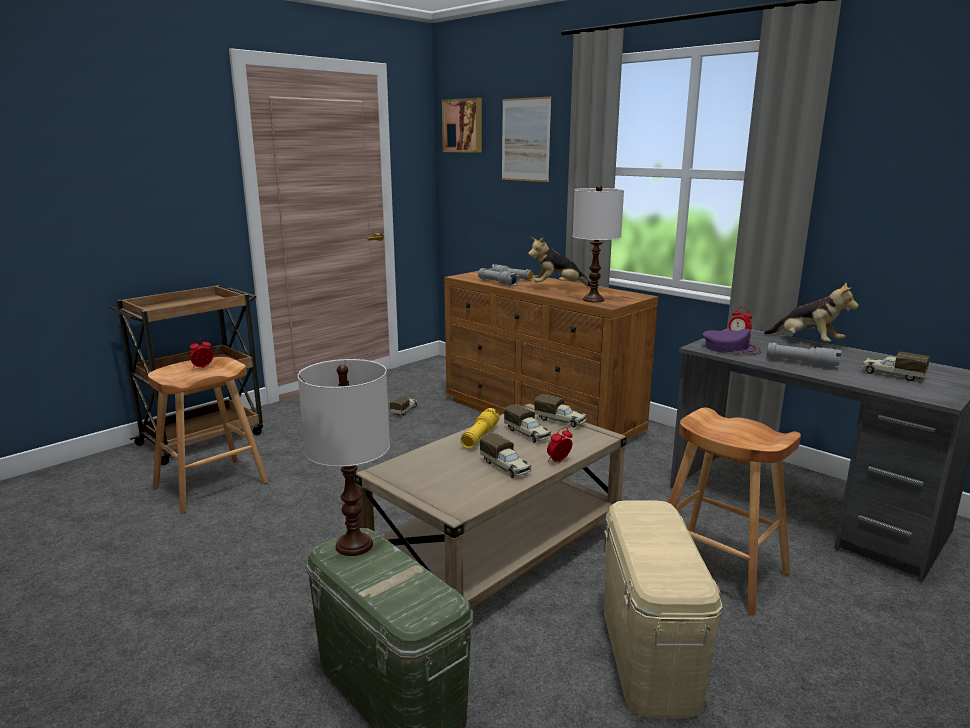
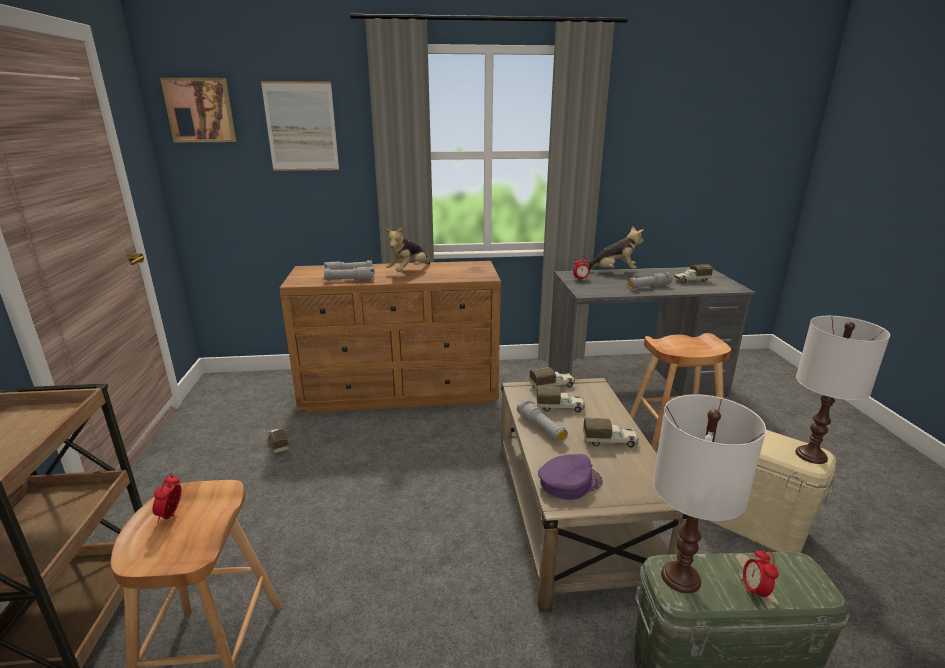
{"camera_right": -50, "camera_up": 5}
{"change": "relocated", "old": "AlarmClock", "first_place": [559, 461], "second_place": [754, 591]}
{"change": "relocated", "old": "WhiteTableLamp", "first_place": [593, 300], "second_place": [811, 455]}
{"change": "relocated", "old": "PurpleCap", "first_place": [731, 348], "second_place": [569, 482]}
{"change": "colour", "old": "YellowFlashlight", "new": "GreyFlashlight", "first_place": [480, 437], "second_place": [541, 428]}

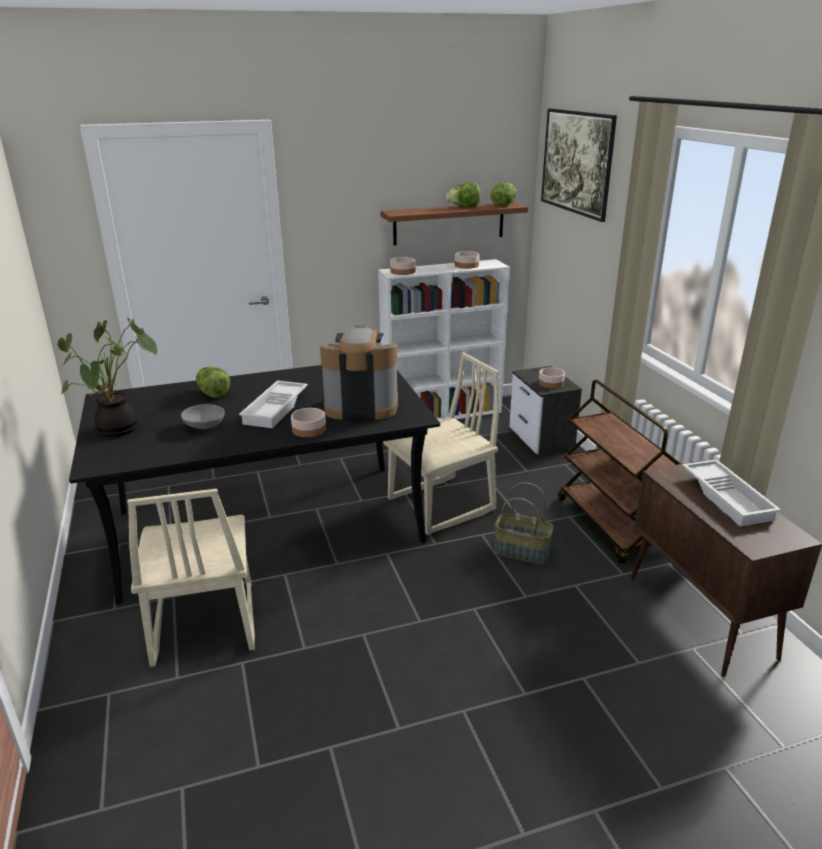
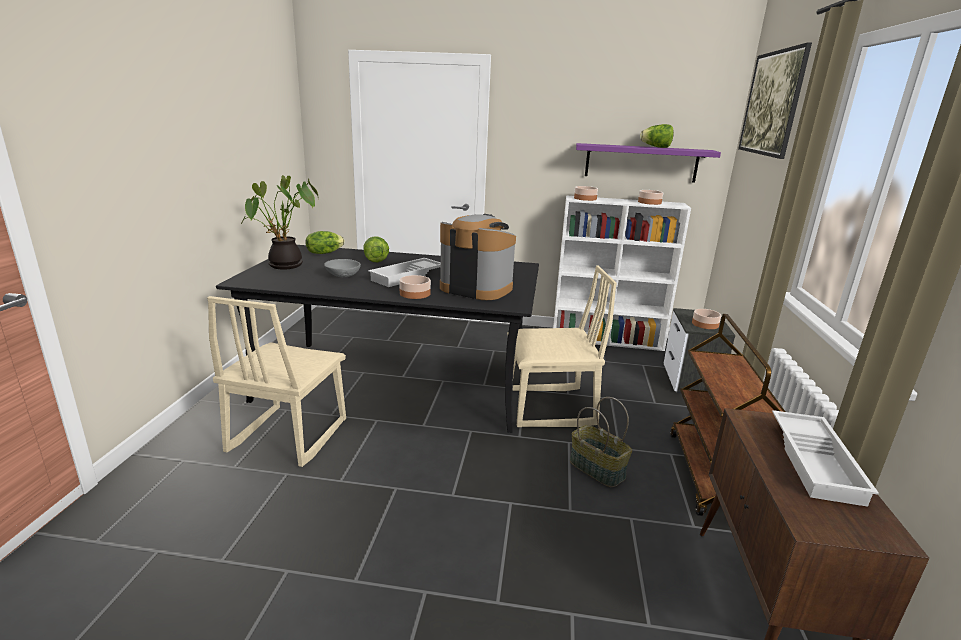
{"camera_right": 25, "camera_up": -5}
{"change": "relocated", "old": "Lettuce", "first_place": [503, 205], "second_place": [324, 253]}
{"change": "colour", "old": "BrownShelf", "new": "PurpleShelf", "first_place": [449, 223], "second_place": [641, 163]}

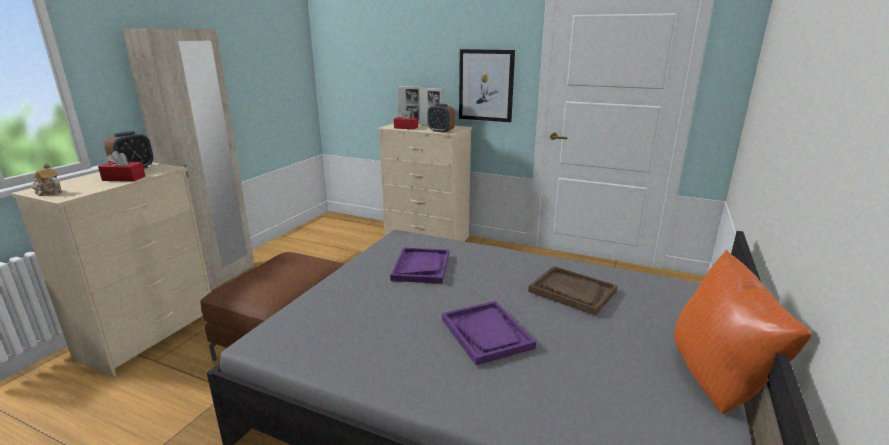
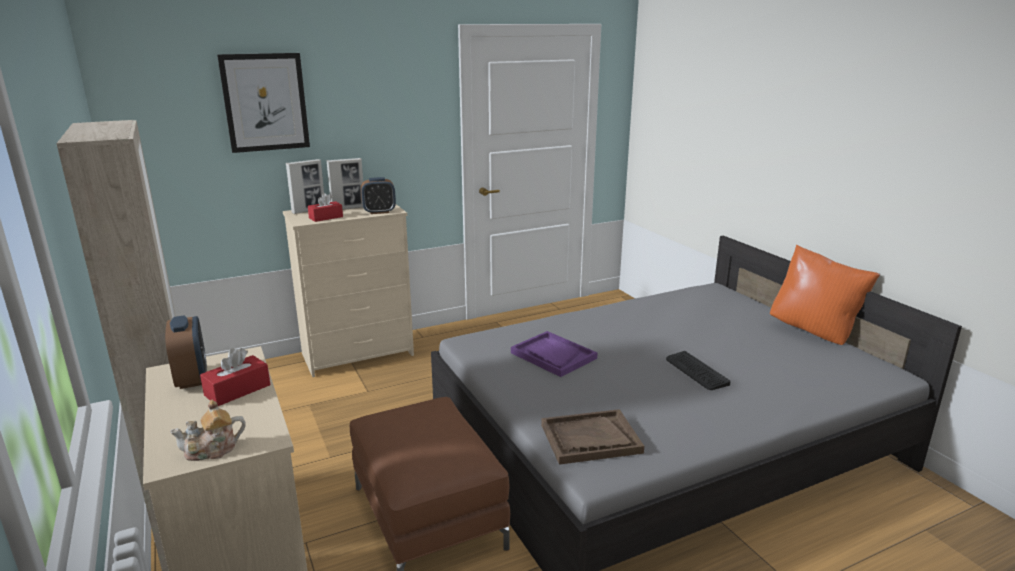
{"camera_right": -50, "camera_up": 0}
{"change": "relocated", "old": "Picture", "first_place": [486, 85], "second_place": [265, 102]}
{"change": "relocated", "old": "BrownTray", "first_place": [572, 291], "second_place": [590, 439]}
{"change": "exchanged", "old": "PurpleTray", "new": "Keyboard", "first_place": [486, 333], "second_place": [696, 371]}

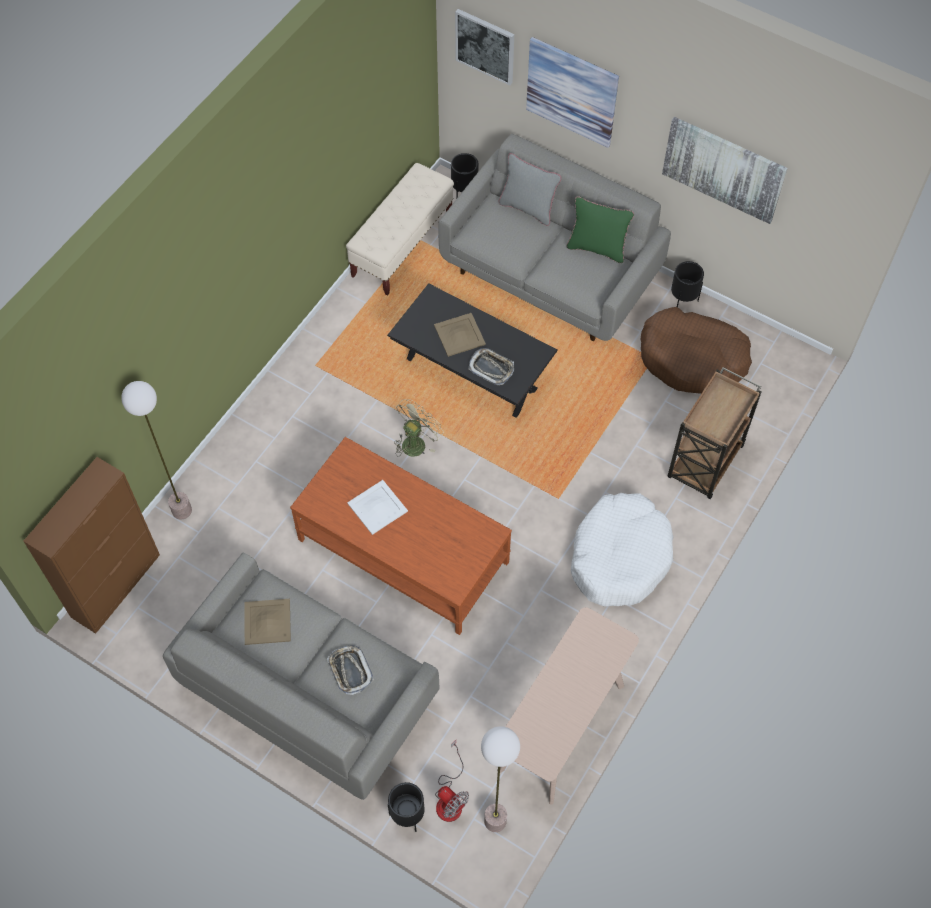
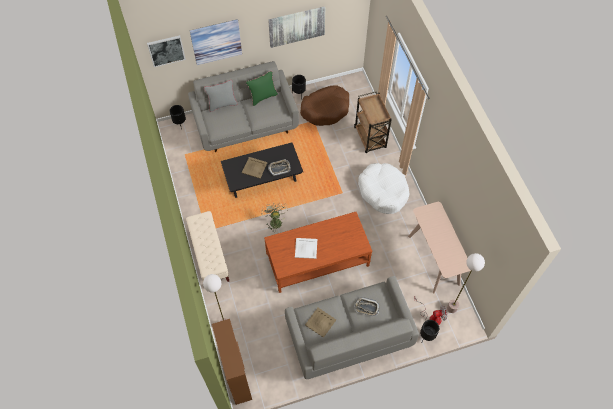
{"camera_right": -50, "camera_up": 0}
{"change": "relocated", "old": "BeigeBench", "first_place": [402, 245], "second_place": [209, 256]}

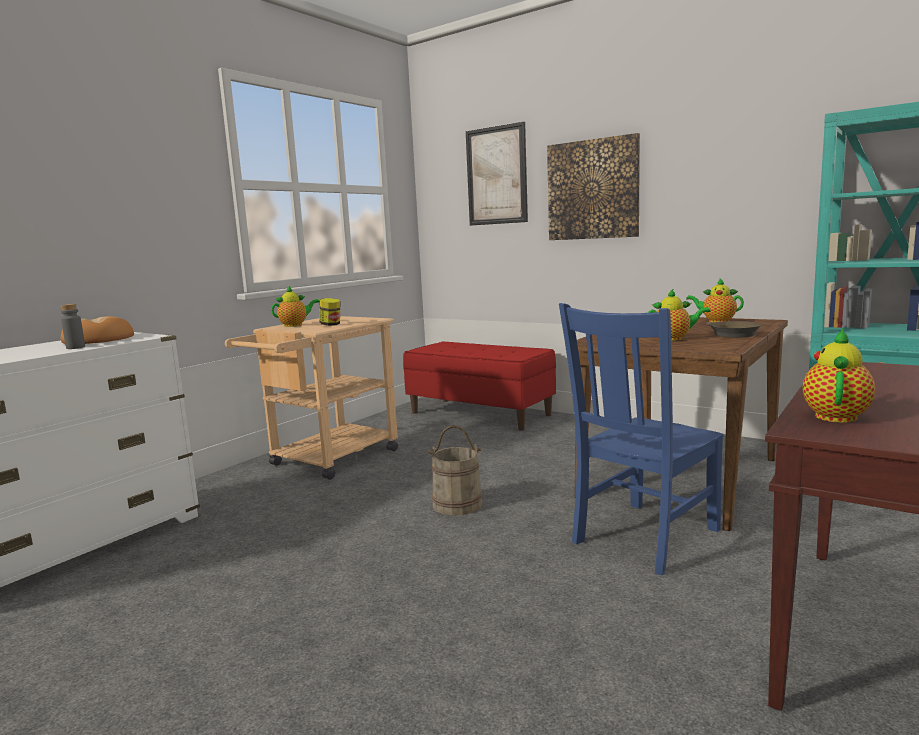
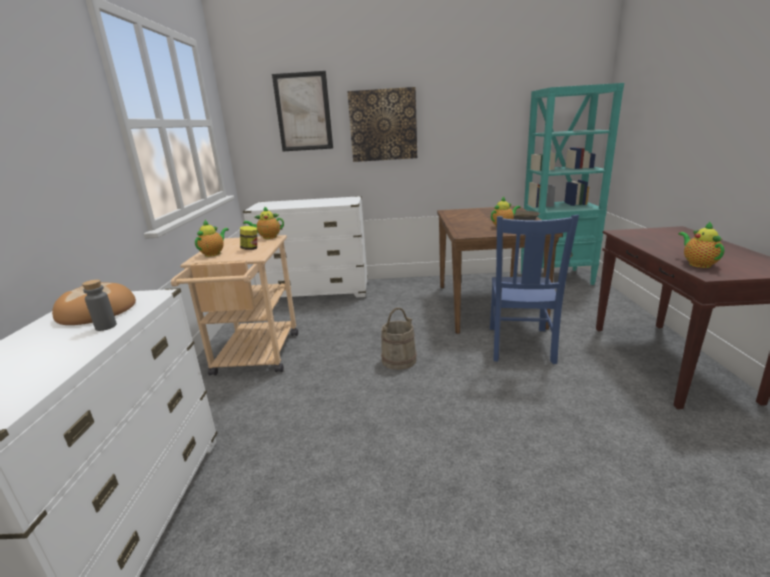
{"camera_right": -35, "camera_up": 10}
{"change": "relocated", "old": "Teapot", "first_place": [716, 321], "second_place": [268, 237]}
{"change": "exchanged", "old": "RedBench", "new": "WhiteDresser", "first_place": [480, 414], "second_place": [316, 292]}

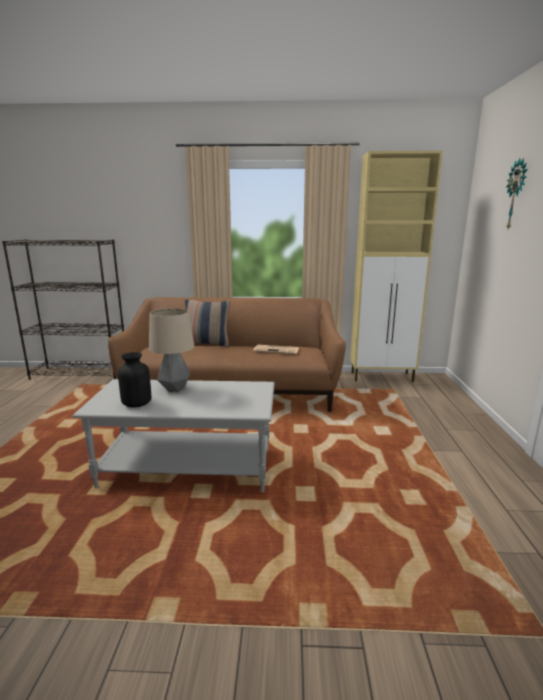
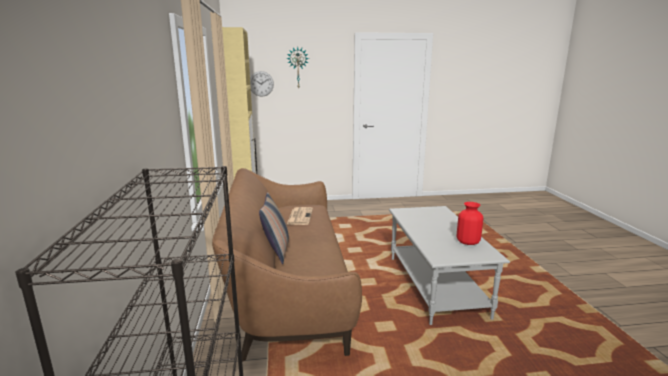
{"camera_right": -100, "camera_up": 0}
{"change": "missing", "old": "TableLamp", "first_place": [174, 388]}
{"change": "appeared", "new": "WallClock", "second_place": [261, 83]}
{"change": "colour", "old": "BlackVase", "new": "RedVase", "first_place": [137, 403], "second_place": [468, 242]}

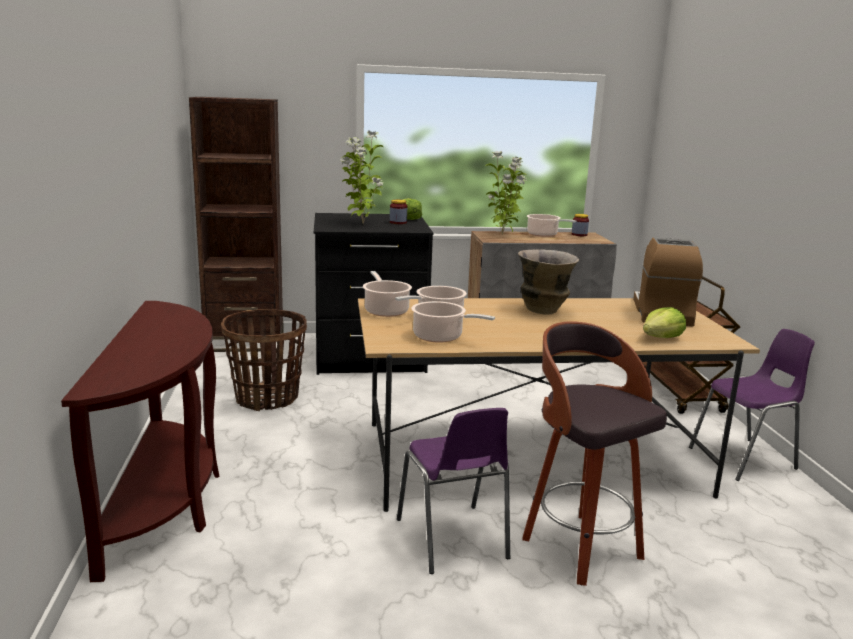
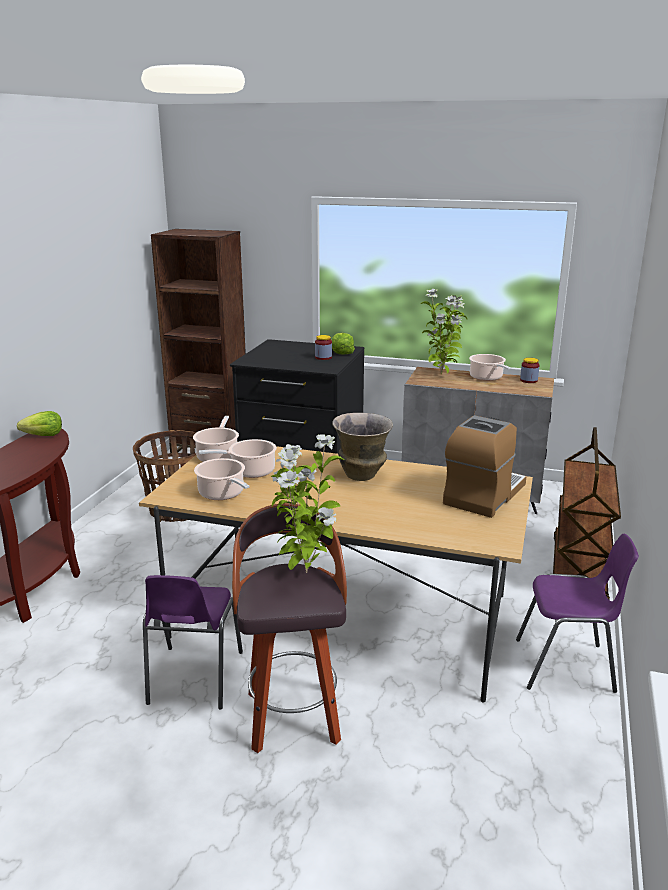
{"camera_right": 25, "camera_up": 5}
{"change": "relocated", "old": "PottedPlant", "first_place": [361, 224], "second_place": [304, 571]}
{"change": "relocated", "old": "Lettuce", "first_place": [661, 338], "second_place": [44, 435]}

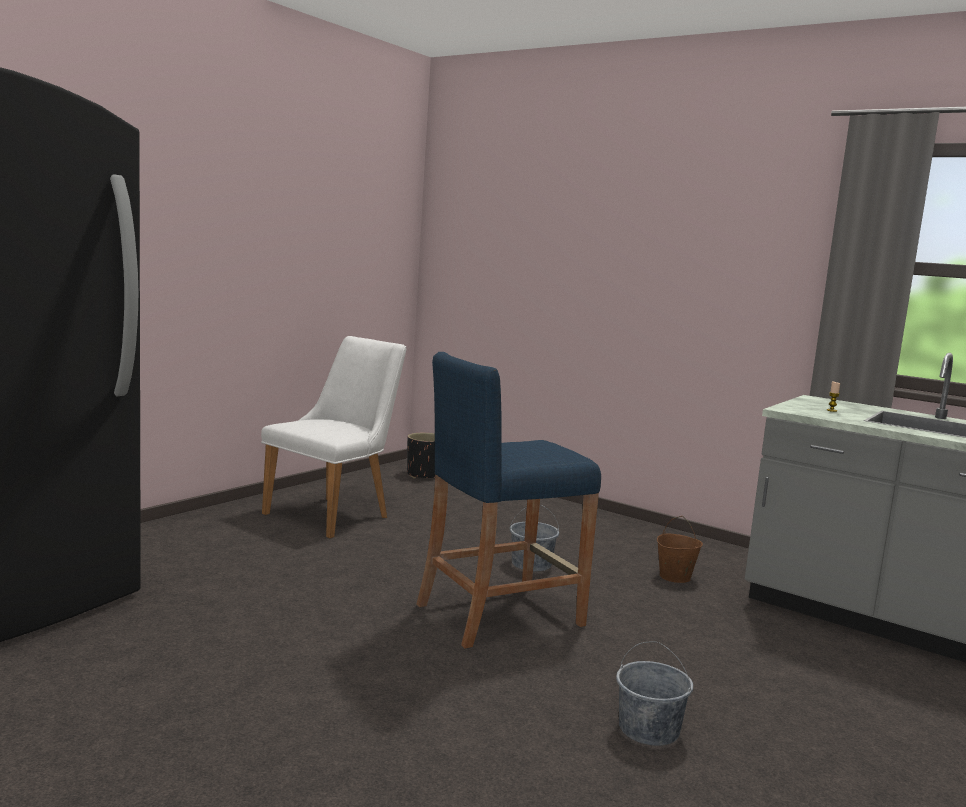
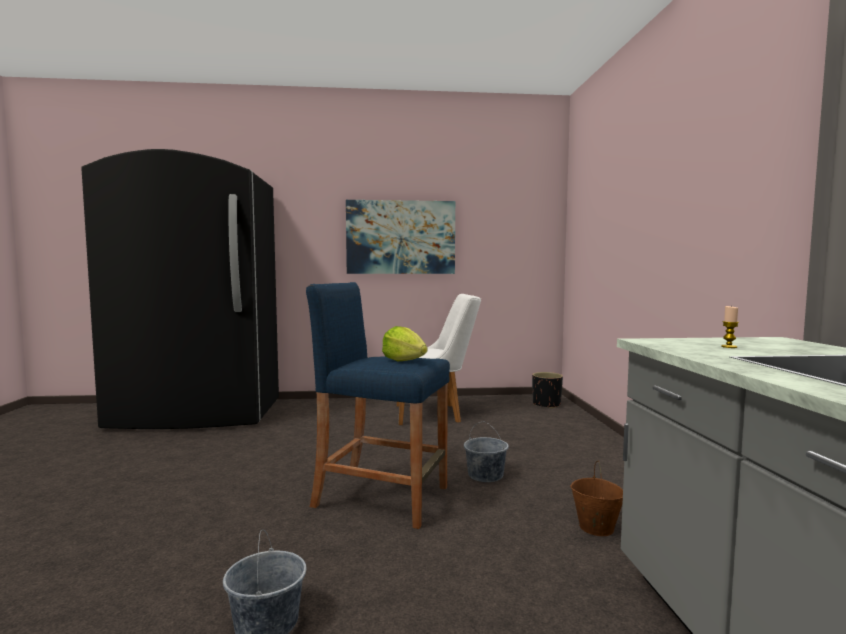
{"camera_right": 50, "camera_up": -5}
{"change": "appeared", "new": "Picture", "second_place": [401, 237]}
{"change": "appeared", "new": "Lettuce", "second_place": [404, 360]}

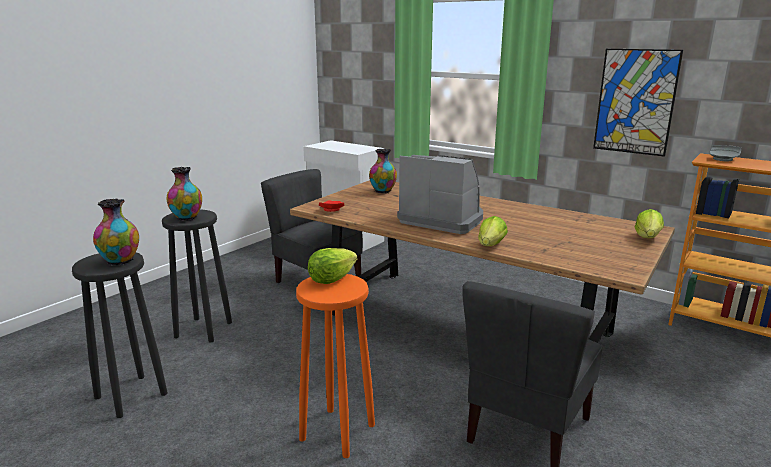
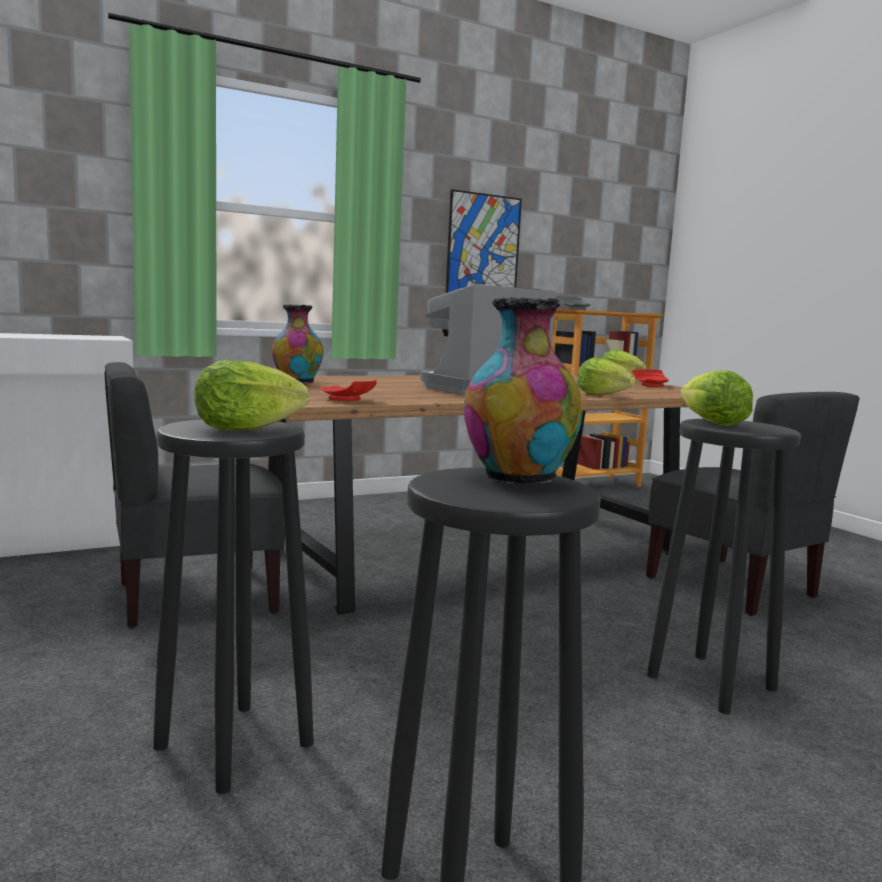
{"camera_right": -65, "camera_up": -10}
{"change": "appeared", "new": "RedPlate", "second_place": [651, 385]}
{"change": "exchanged", "old": "Vase", "new": "Lettuce", "first_place": [187, 218], "second_place": [246, 429]}
{"change": "colour", "old": "OrangeStool", "new": "BlackStool", "first_place": [336, 431], "second_place": [710, 682]}

